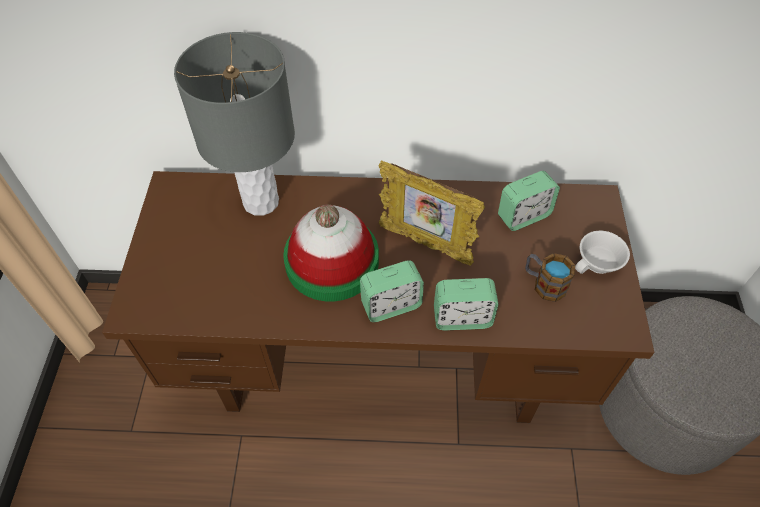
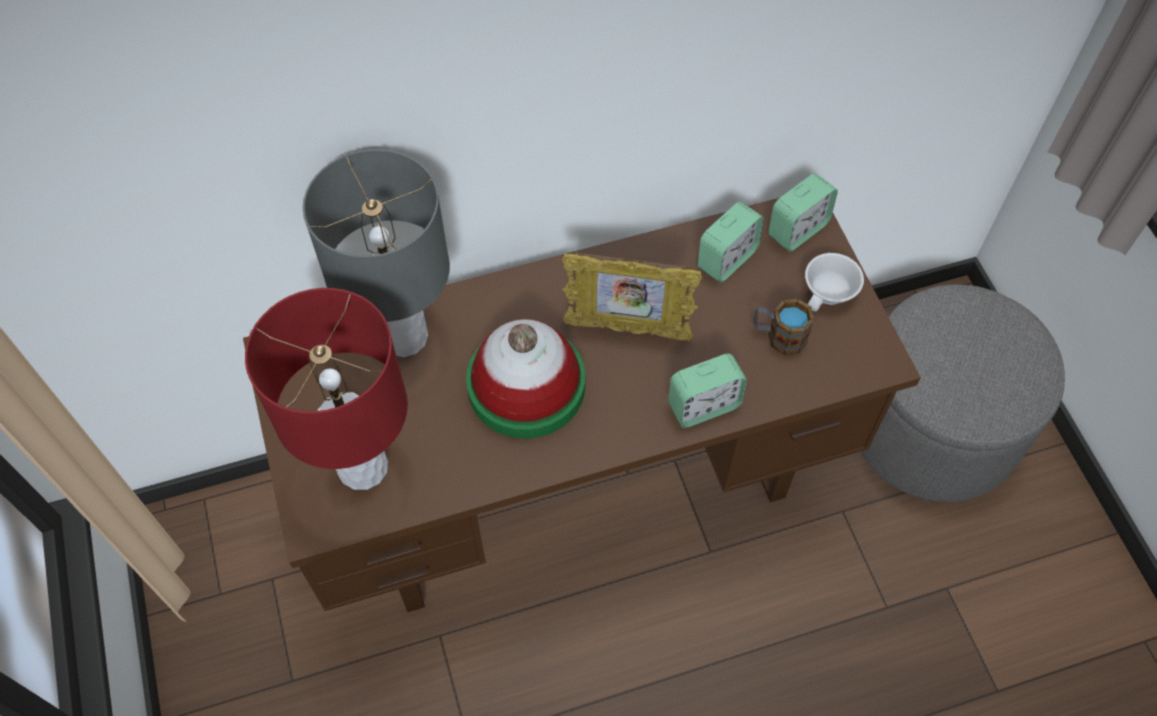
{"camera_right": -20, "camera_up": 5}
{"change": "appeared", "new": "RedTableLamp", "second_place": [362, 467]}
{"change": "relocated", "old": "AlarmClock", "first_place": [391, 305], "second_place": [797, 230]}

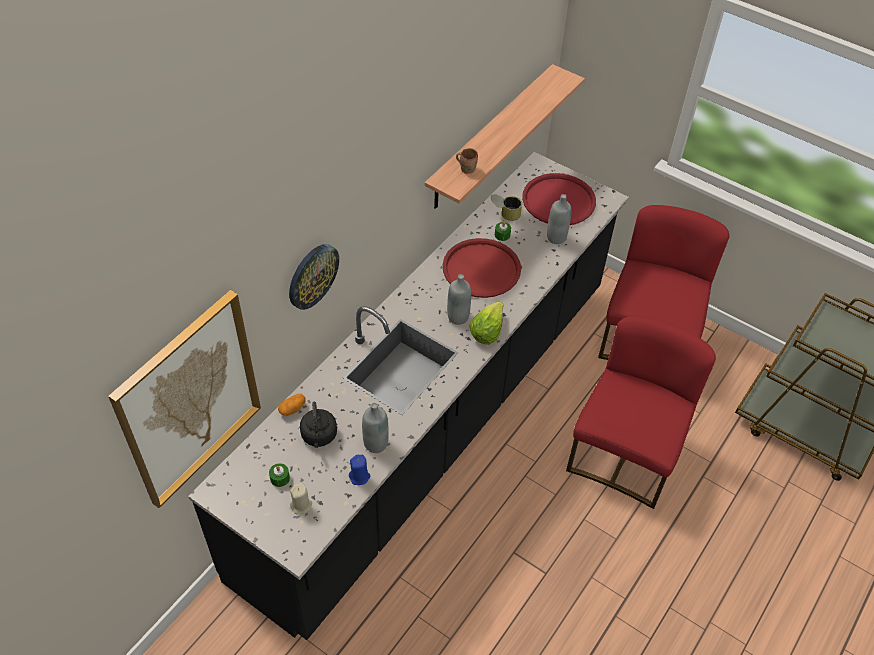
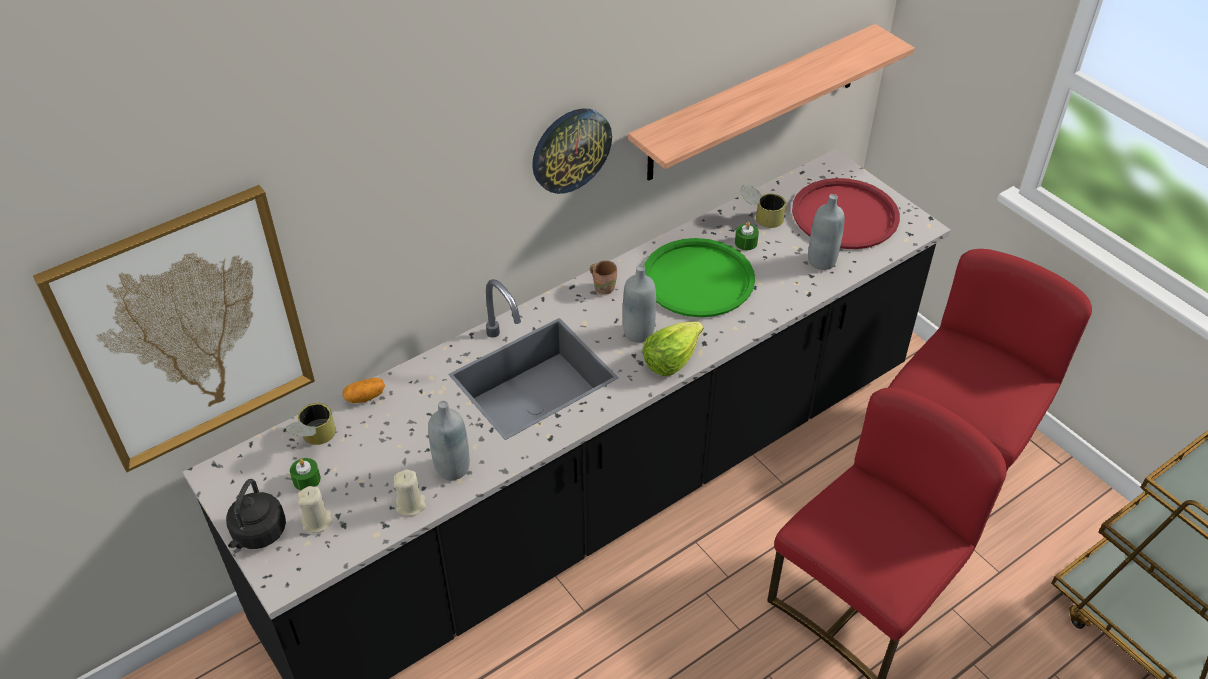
{"camera_right": 20, "camera_up": -5}
{"change": "appeared", "new": "Can", "second_place": [313, 439]}
{"change": "relocated", "old": "WallClock", "first_place": [312, 275], "second_place": [570, 150]}
{"change": "relocated", "old": "BlackKettle", "first_place": [319, 436], "second_place": [258, 534]}
{"change": "relocated", "old": "BrownMug", "first_place": [467, 168], "second_place": [604, 287]}
{"change": "colour", "old": "BlueCandle", "new": "BeigeCandle", "first_place": [359, 476], "second_place": [411, 505]}
{"change": "colour", "old": "RedTray", "new": "GreenTray", "first_place": [481, 269], "second_place": [698, 279]}

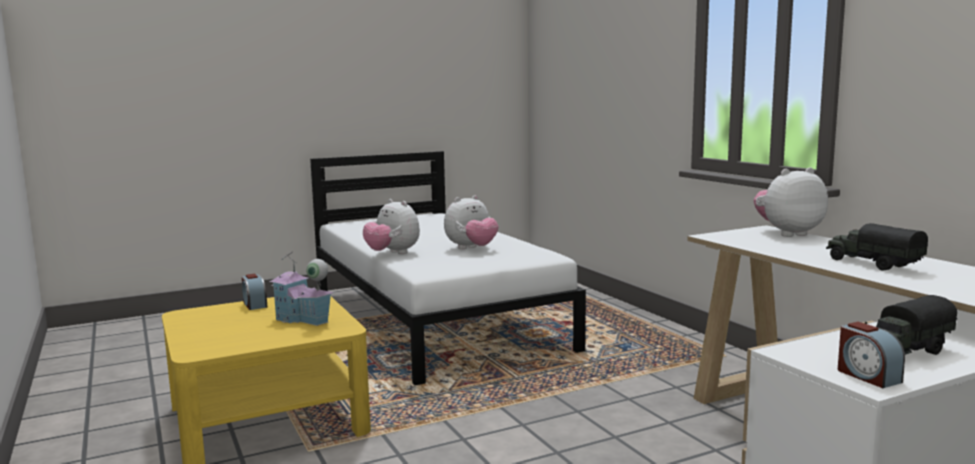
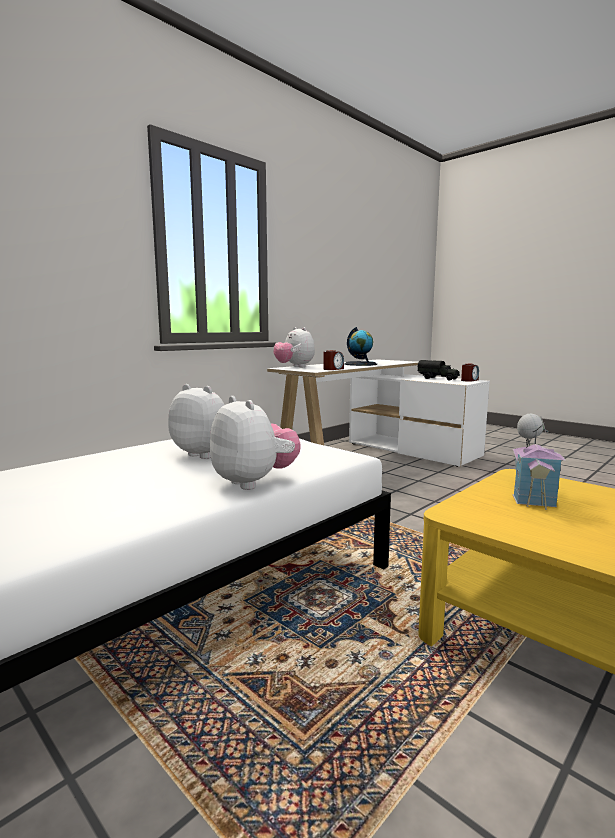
{"camera_right": -110, "camera_up": 0}
{"change": "relocated", "old": "AlarmClock", "first_place": [254, 304], "second_place": [333, 369]}
{"change": "exchanged", "old": "ToyTruck", "new": "Globe", "first_place": [871, 264], "second_place": [360, 364]}
{"change": "spun", "old": "PlushToy", "first_place": [392, 253], "second_place": [254, 482], "degrees": -60}

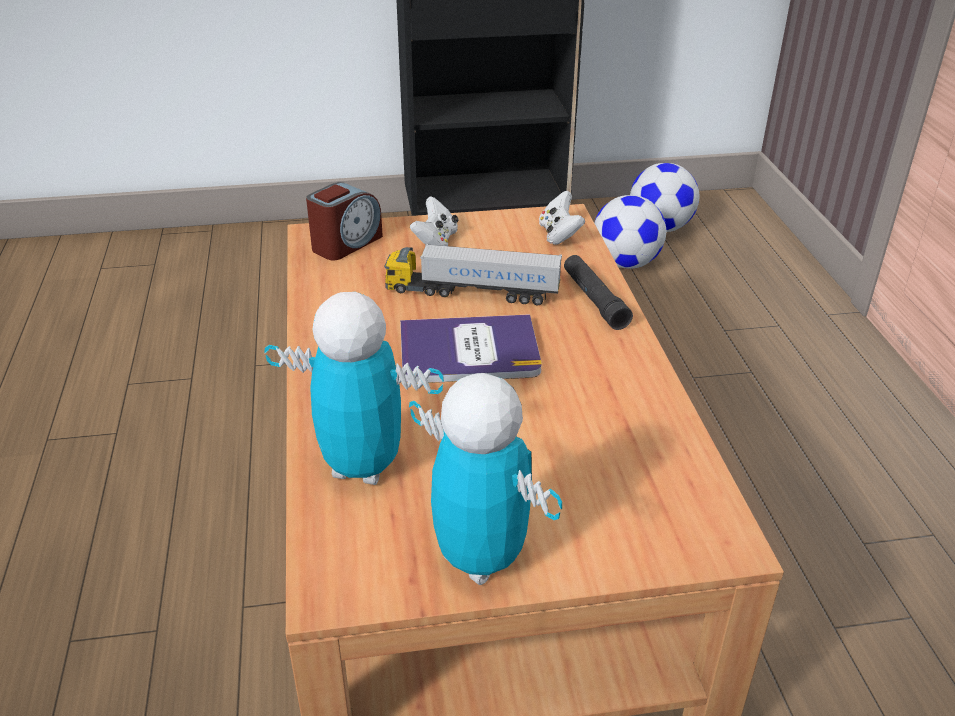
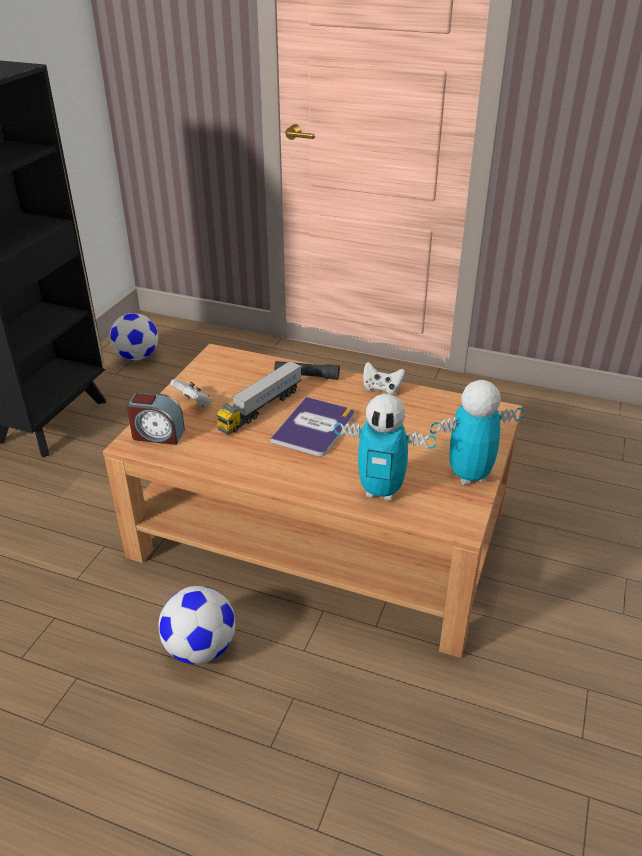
{"camera_right": -60, "camera_up": 0}
{"change": "relocated", "old": "WhiteGameController", "first_place": [559, 235], "second_place": [381, 389]}
{"change": "relocated", "old": "Football", "first_place": [625, 263], "second_place": [200, 648]}
{"change": "spun", "old": "ToyRobot", "first_place": [361, 467], "second_place": [381, 491], "degrees": -120}
{"change": "spun", "old": "AlarmClock", "first_place": [346, 243], "second_place": [157, 435], "degrees": 120}

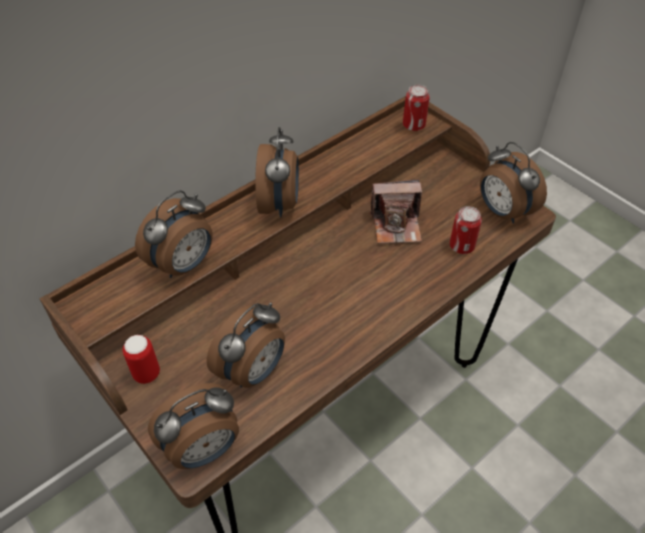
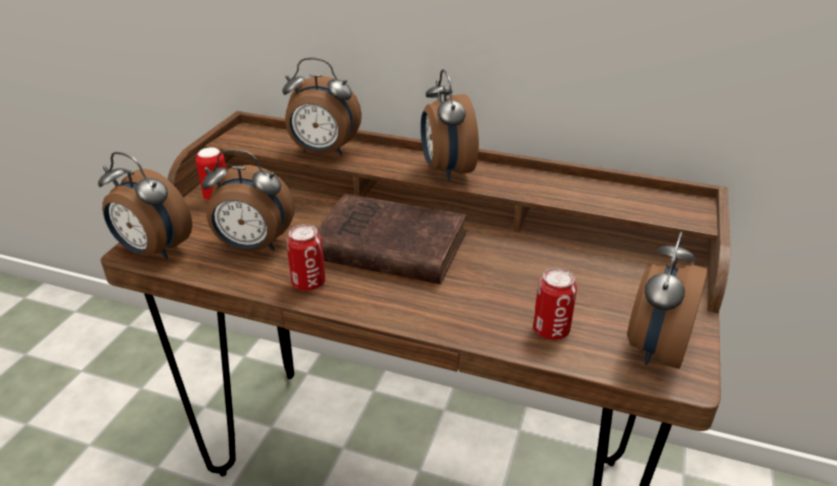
{"camera_right": 60, "camera_up": -15}
{"change": "missing", "old": "PhotoCamera", "first_place": [396, 225]}
{"change": "appeared", "new": "BrownBook", "second_place": [385, 245]}
{"change": "relocated", "old": "Can", "first_place": [413, 125], "second_place": [308, 283]}
{"change": "spun", "old": "AlarmClock", "first_place": [280, 204], "second_place": [446, 170], "degrees": 105}

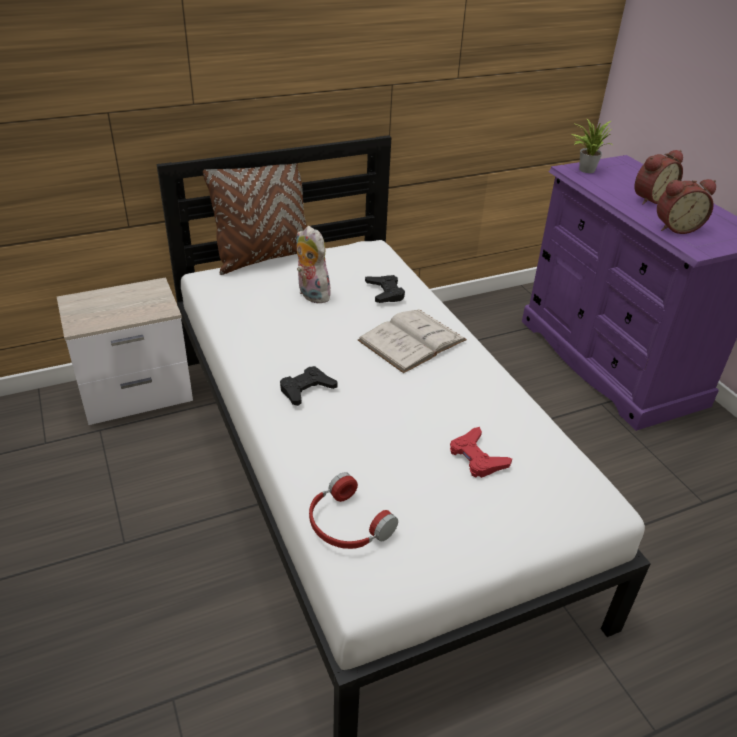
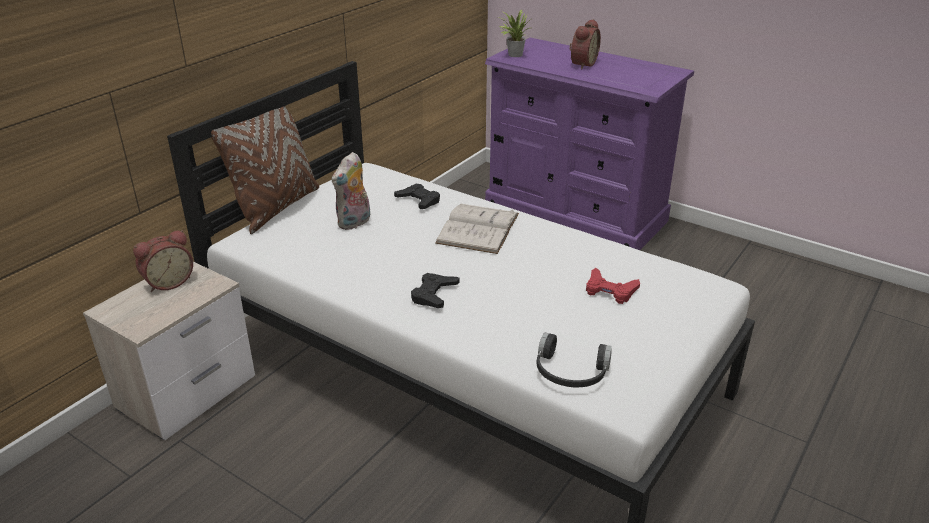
{"camera_right": -30, "camera_up": -5}
{"change": "relocated", "old": "AlarmClock", "first_place": [676, 227], "second_place": [168, 282]}
{"change": "colour", "old": "RedHeadphones", "new": "BlackHeadphones", "first_place": [346, 525], "second_place": [570, 373]}
{"change": "spun", "old": "PlushToy", "first_place": [311, 294], "second_place": [354, 223], "degrees": -75}

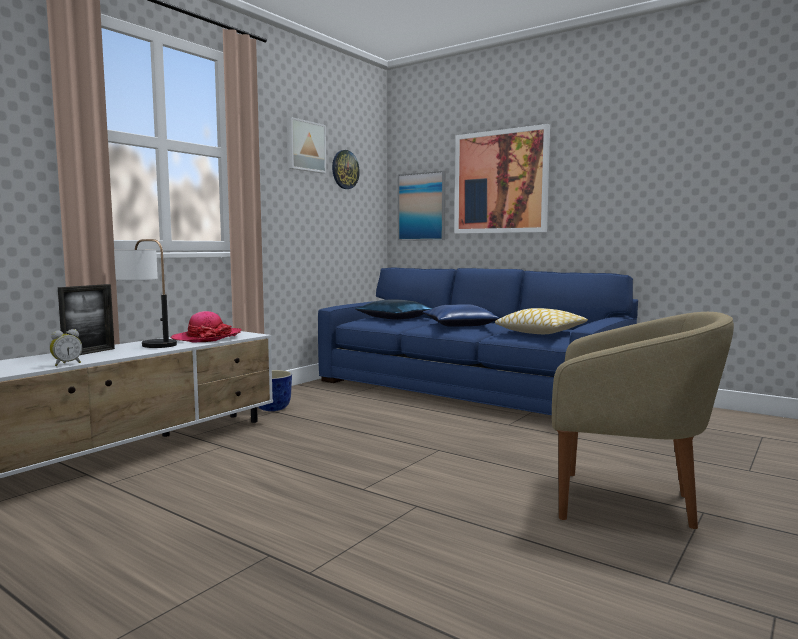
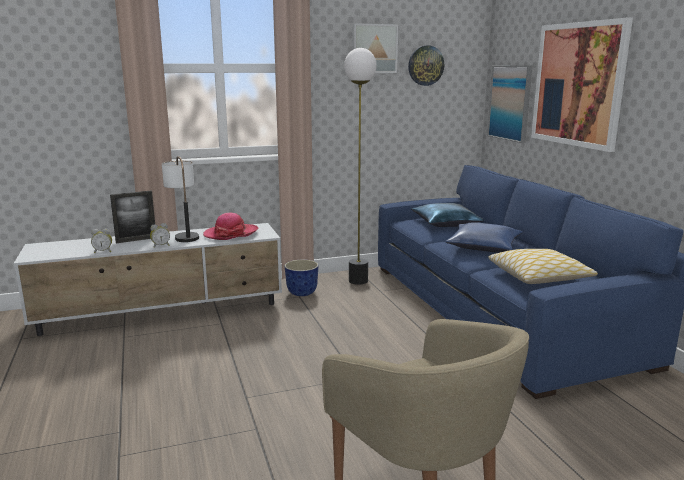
{"camera_right": 35, "camera_up": 10}
{"change": "appeared", "new": "AlarmClock", "second_place": [160, 246]}
{"change": "appeared", "new": "FloorLamp", "second_place": [358, 281]}

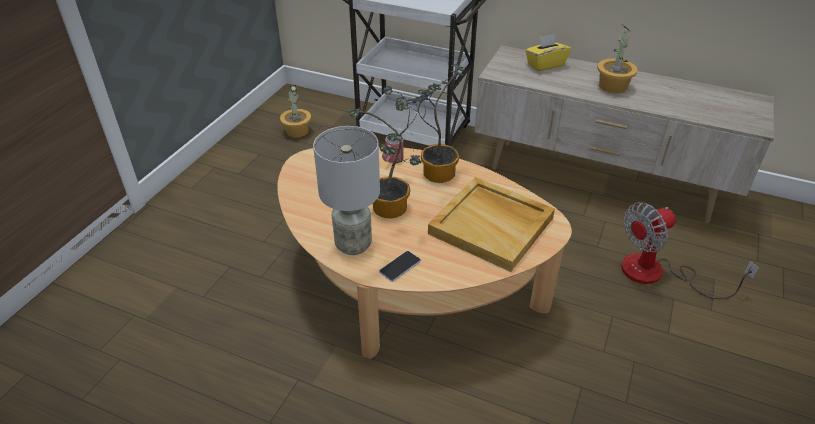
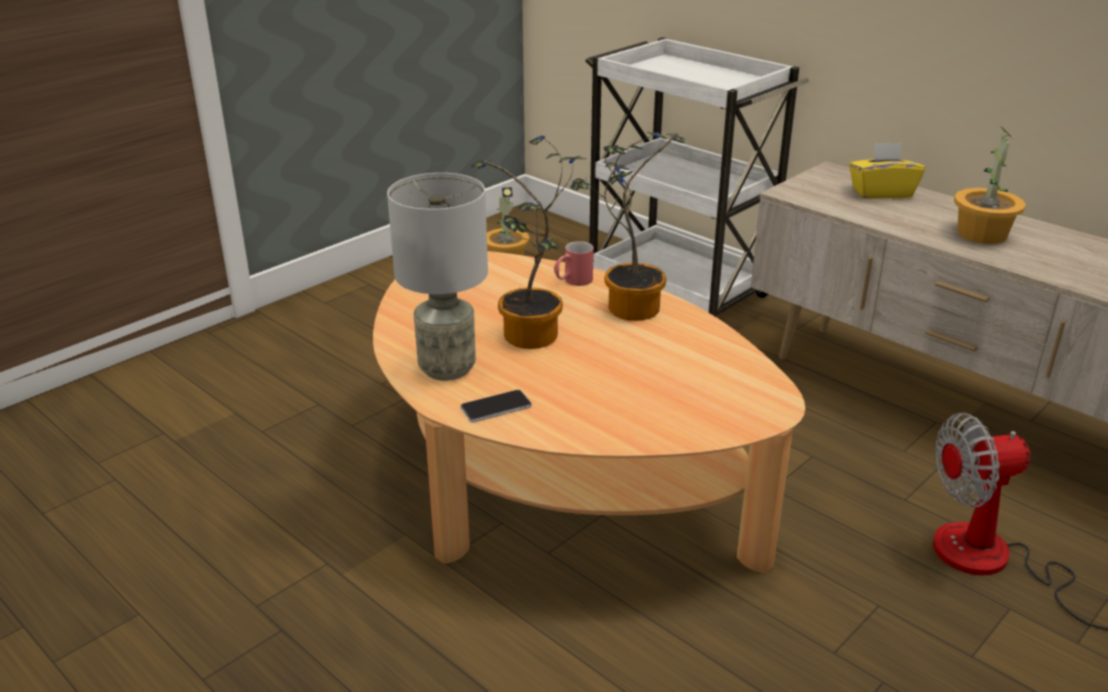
{"camera_right": 20, "camera_up": -10}
{"change": "missing", "old": "BeigeTray", "first_place": [492, 225]}

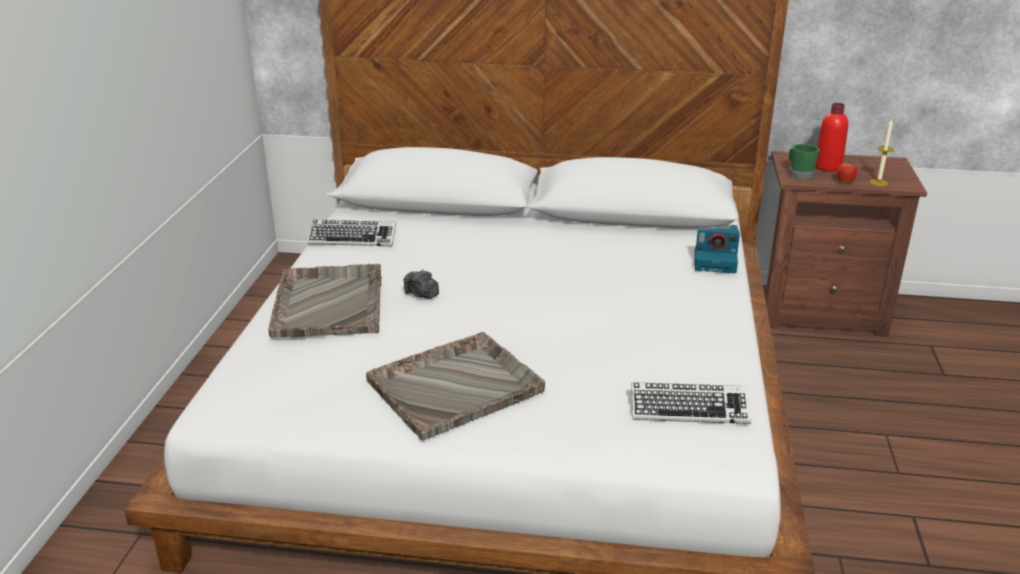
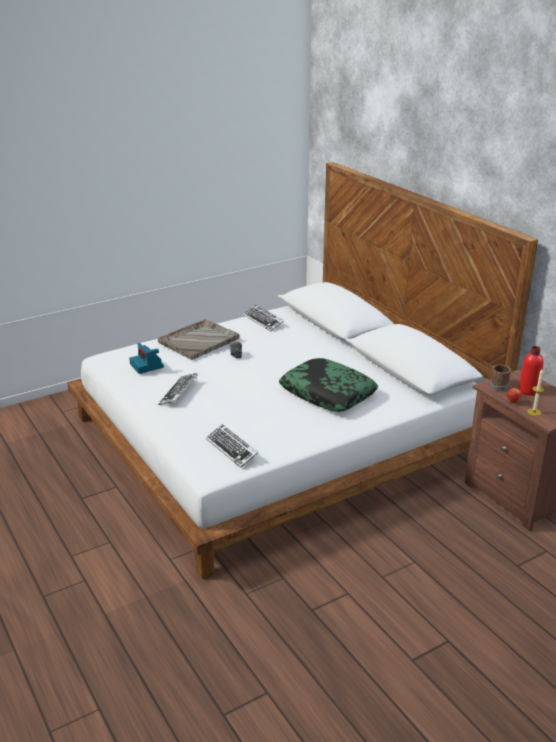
{"camera_right": 50, "camera_up": 0}
{"change": "appeared", "new": "Pillow", "second_place": [327, 393]}
{"change": "relocated", "old": "PhotoCamera", "first_place": [716, 261], "second_place": [147, 366]}
{"change": "exchanged", "old": "GreyTray", "new": "Keyboard", "first_place": [456, 386], "second_place": [179, 392]}
{"change": "colour", "old": "GreenMug", "new": "BrownMug", "first_place": [799, 174], "second_place": [499, 385]}

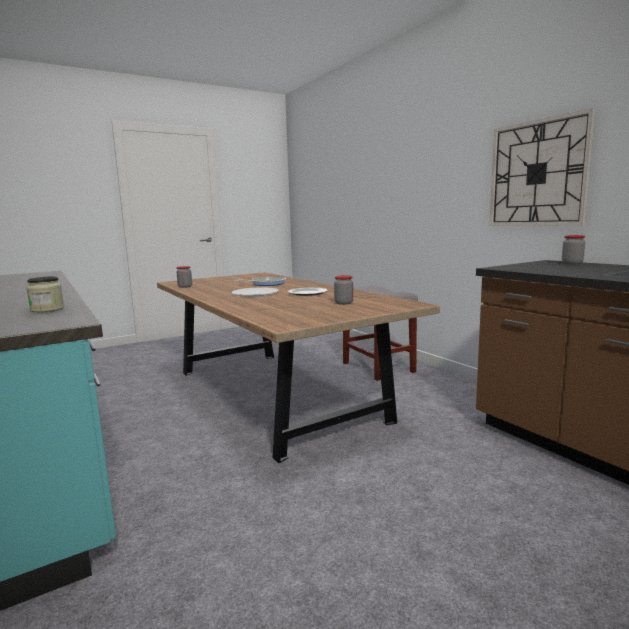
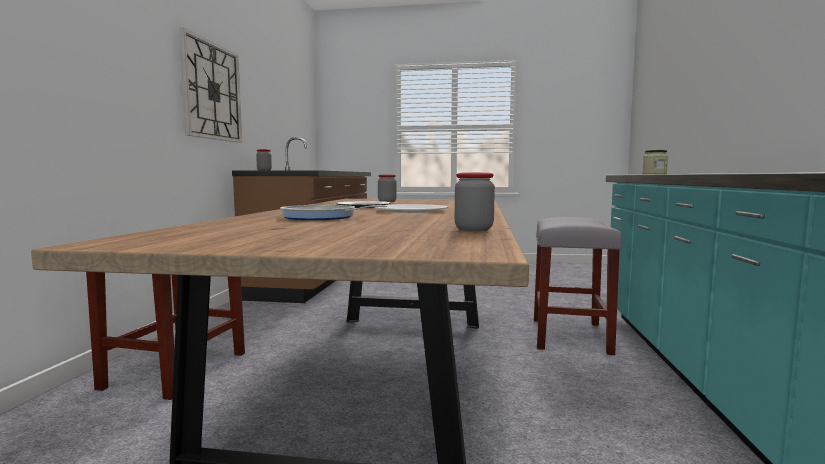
{"camera_right": -140, "camera_up": -5}
{"change": "appeared", "new": "GreyStool", "second_place": [570, 336]}

